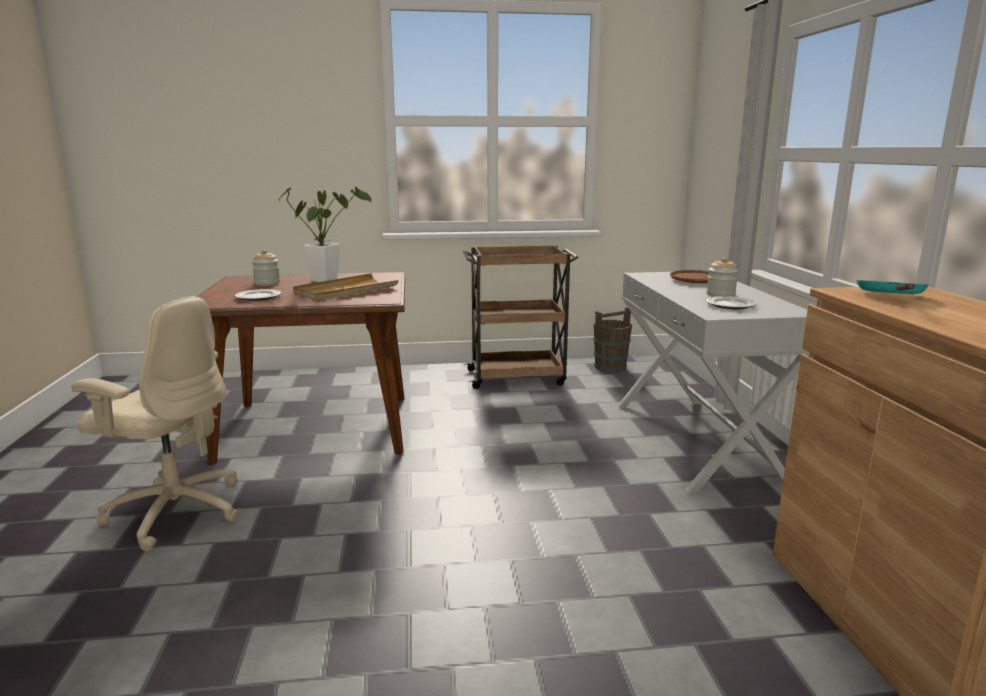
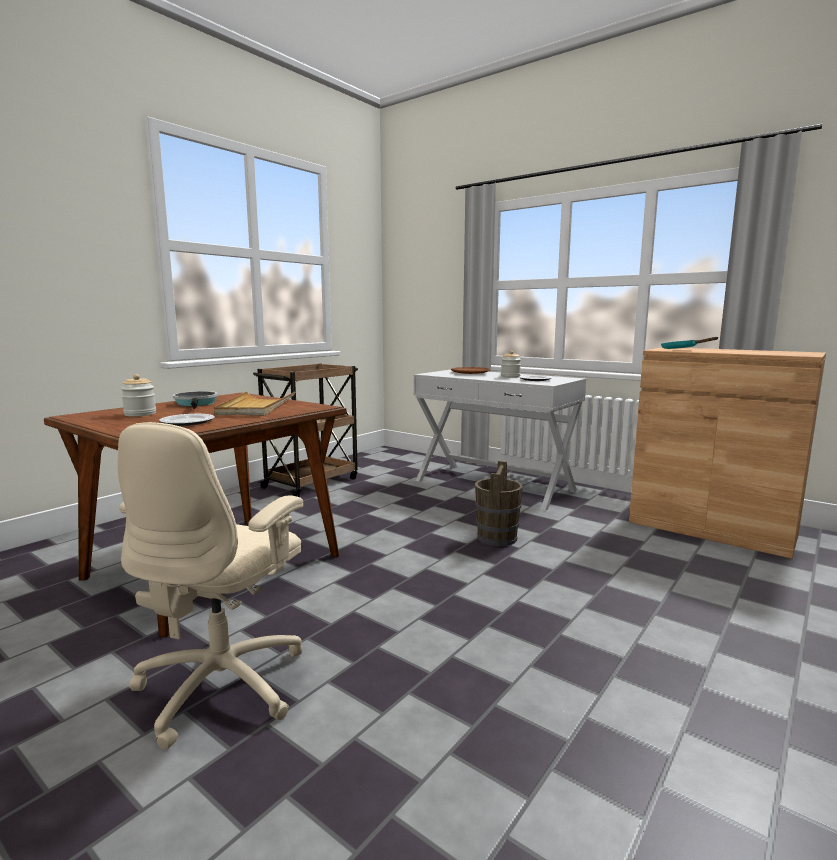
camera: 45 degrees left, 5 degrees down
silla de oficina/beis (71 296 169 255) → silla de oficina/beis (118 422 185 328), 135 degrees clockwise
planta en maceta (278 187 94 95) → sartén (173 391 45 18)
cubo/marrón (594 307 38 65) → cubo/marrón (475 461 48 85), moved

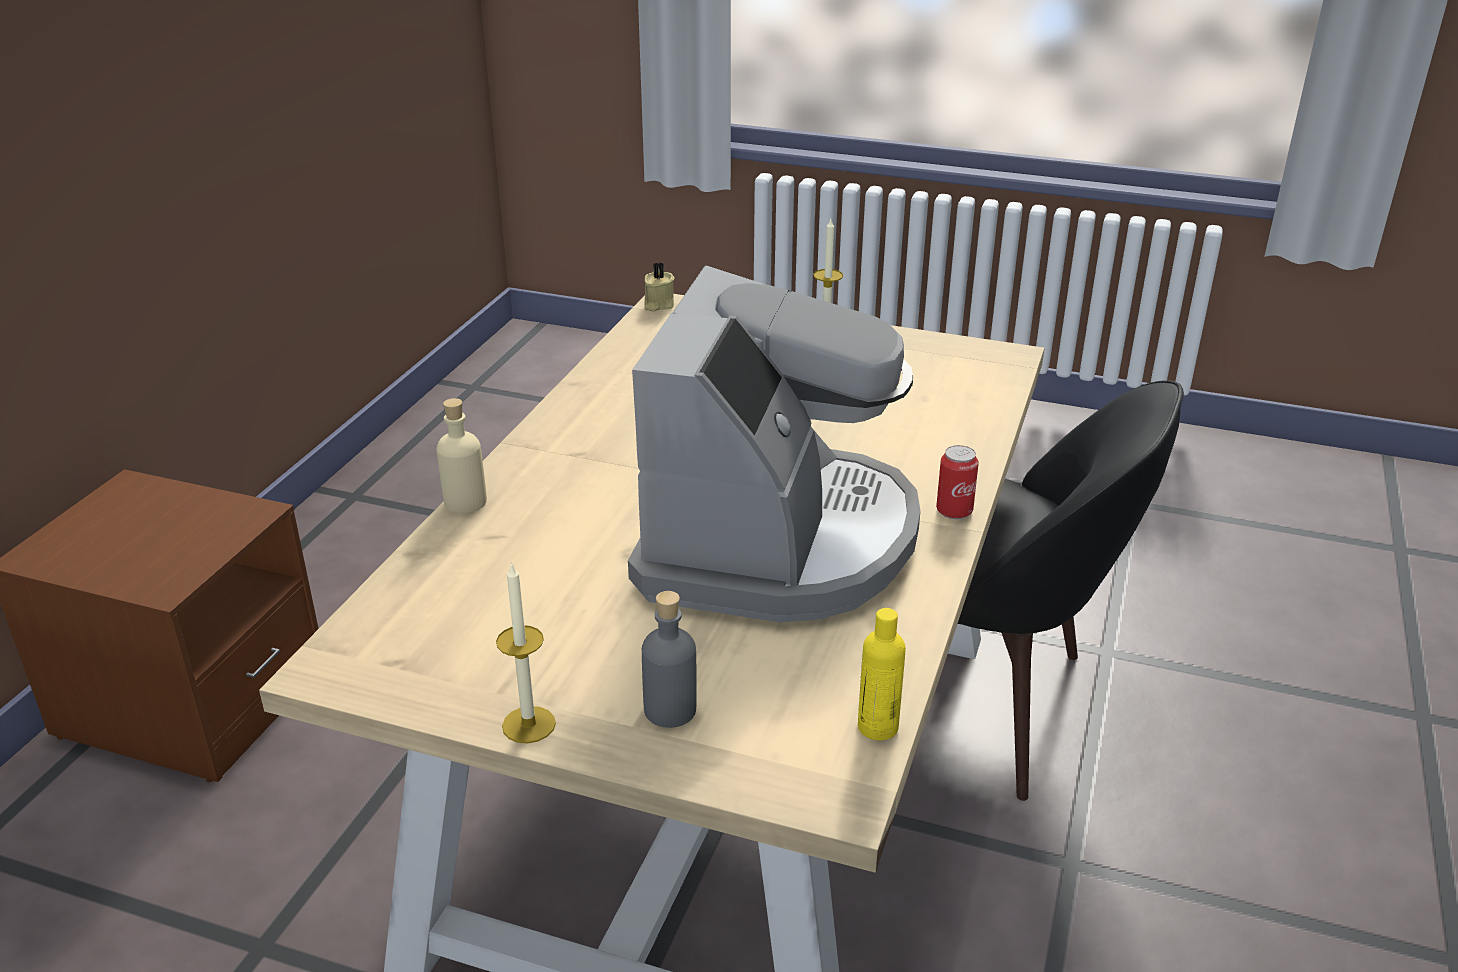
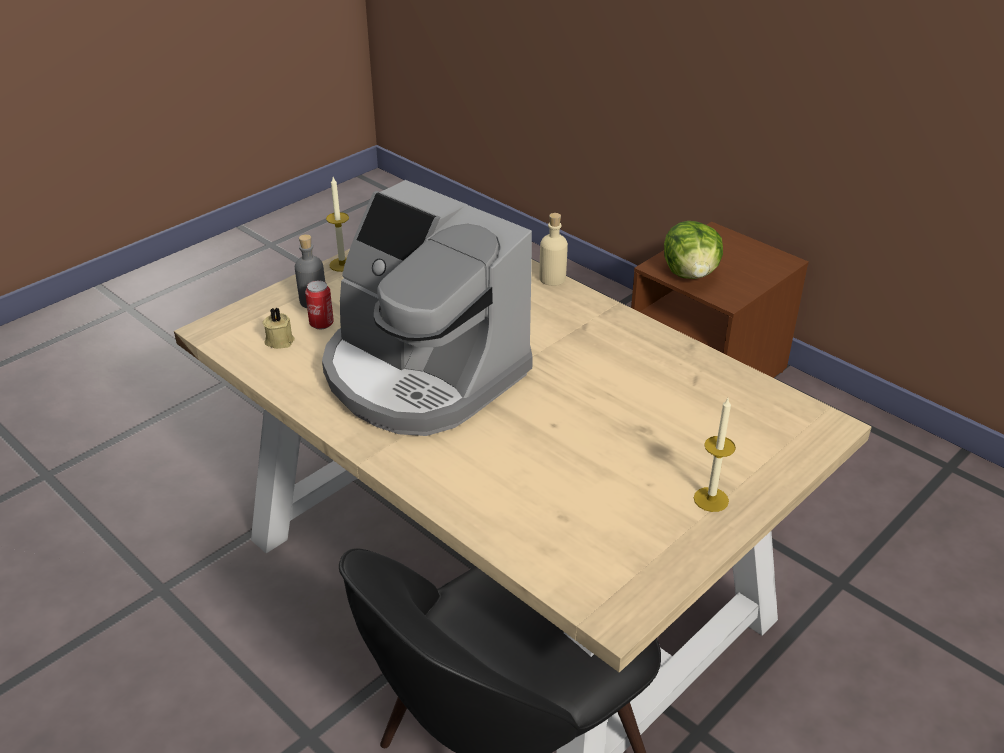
camera: 115 degrees right, 5 degrees up
vela/beis (645 263 30 49) → vela/beis (262 307 33 42), moved
lata (936 445 43 74) → lata (305 281 29 48), moved
- → lechuga (664 221 59 58)
botella/amarillo (858 608 48 132) → -

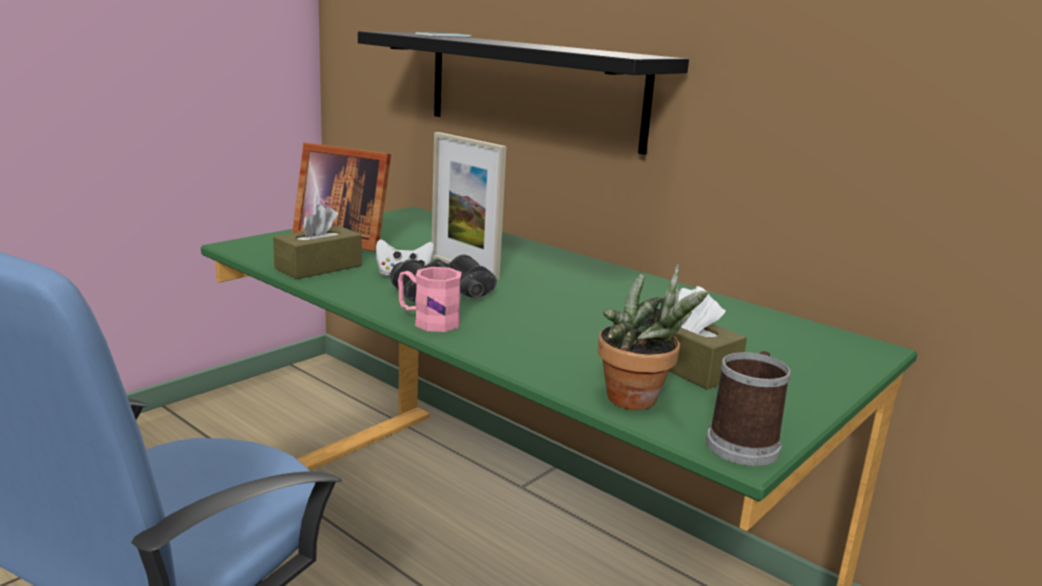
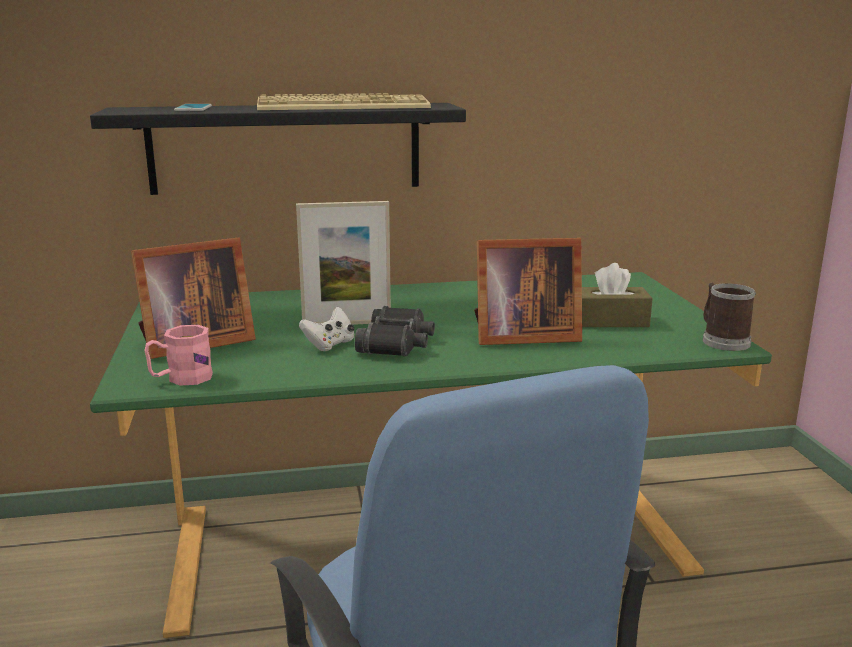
camera: 50 degrees left, 0 degrees up
taza grande/rosa (398 267 63 65) → taza grande/rosa (144 325 69 61), moved
- → teclado (257 93 174 17)
- → portarretratos (474 238 108 107)
caja de pañuelos/marrón (273 204 89 75) → -
planta en maceta (598 264 111 146) → -

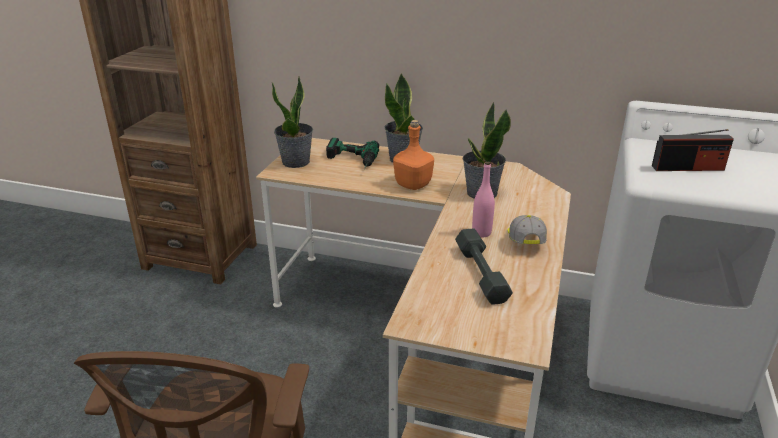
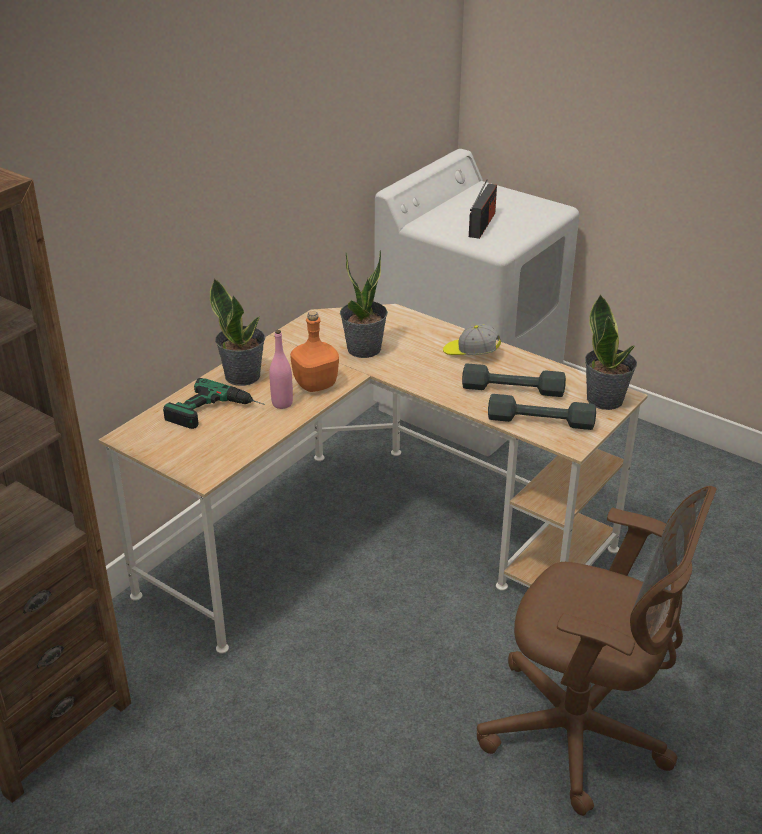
camera: 70 degrees left, 5 degrees up
botella/rosa (472 161 23 76) → botella/rosa (269 330 24 79), moved
- → mancuerna/gris (488 394 108 36)
planta en maceta (272 76 41 92) → planta en maceta (585 294 52 116), moved

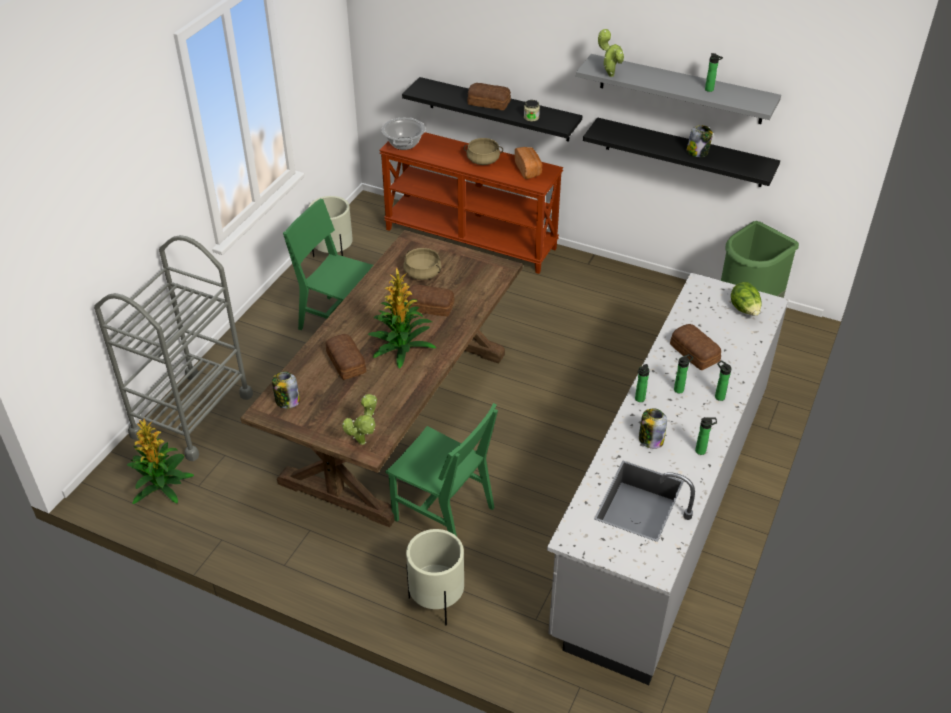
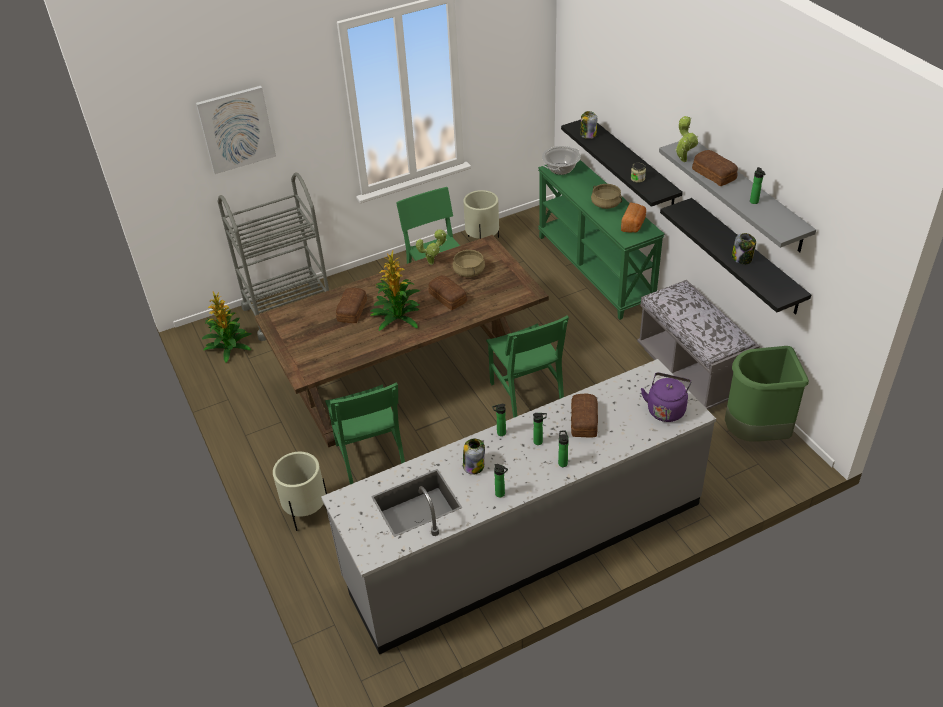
camera: 40 degrees right, 0 degrees up
- → cuadro (196 86 80 88)
planta en maceta (342 394 35 51) → planta en maceta (416 229 31 36), moved
- → silla/verde (486 315 83 103)
mesa consola/marrón (379 132 184 142) → mesa consola/verde (538 160 127 160)
tarro (272 372 28 36) → tarro (580 111 17 28), moved
- → banco/gris (637 280 123 130)
lechuga (731 282 31 34) → hervidor/morado (641 373 50 49)
pan (467 83 44 27) → pan (692 150 46 36), moved

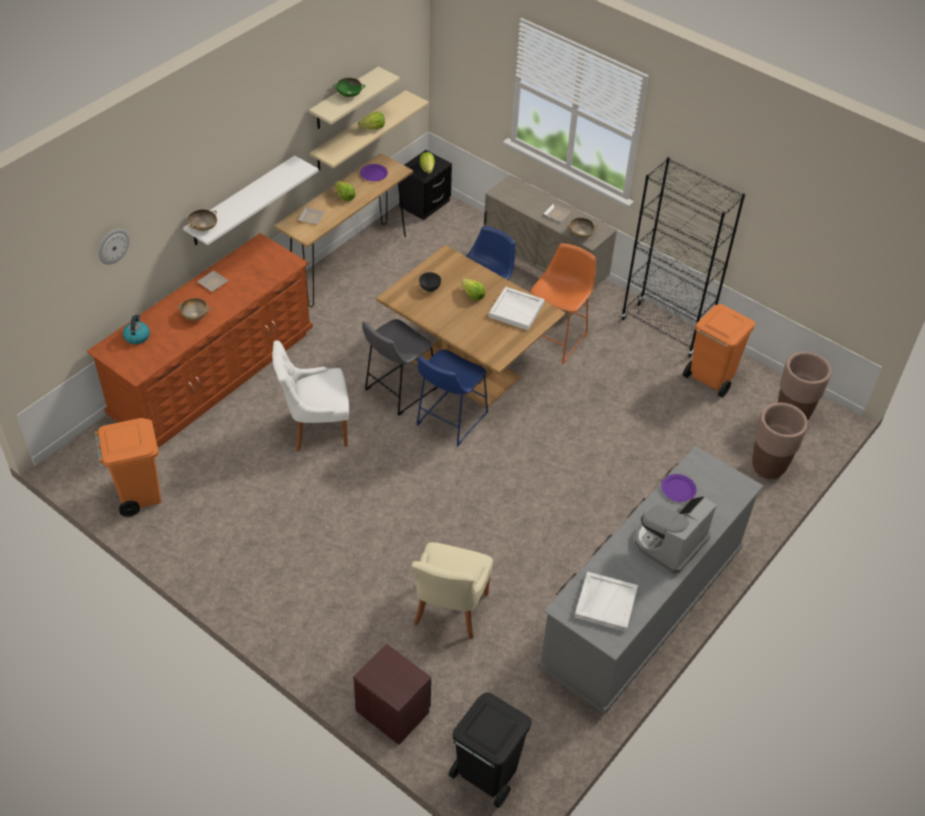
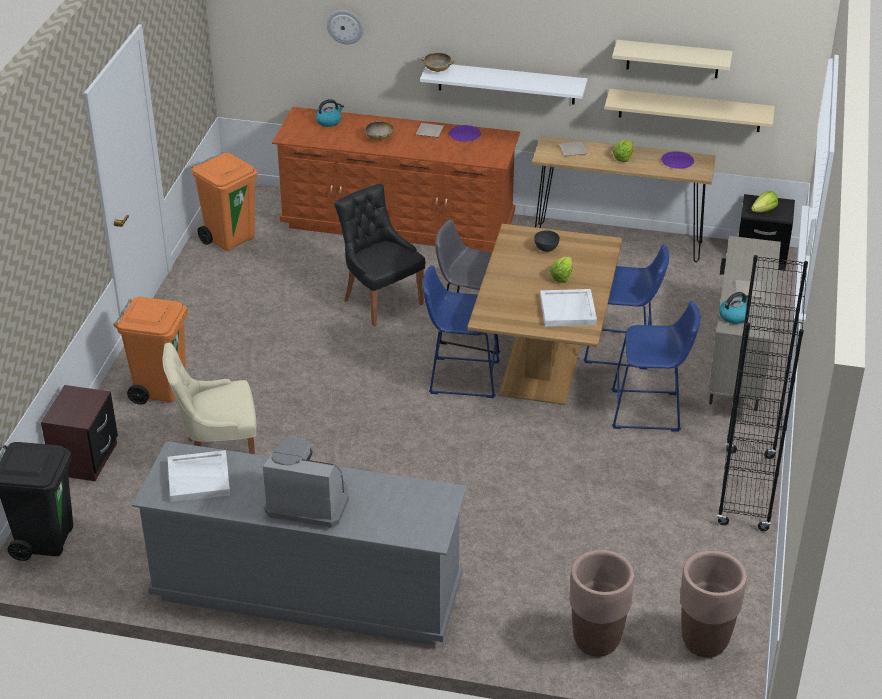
camera: 65 degrees right, 10 degrees down
papelera/naranja (683 304 72 94) → papelera/naranja (113 297 75 107), moved
silla/blanco (272 340 77 112) → silla/negro (334 183 91 144)
plato/morado (661 474 35 28) → plato/morado (449 125 32 17), moved
taburete/naranja (530 243 66 121) → taburete/azul (611 301 89 131)
cuenco/beis (566 218 32 20) → hervidor (719 292 33 32)
cuenco/verde (333 78 32 19) → -
lechuga (358 112 27 17) → -

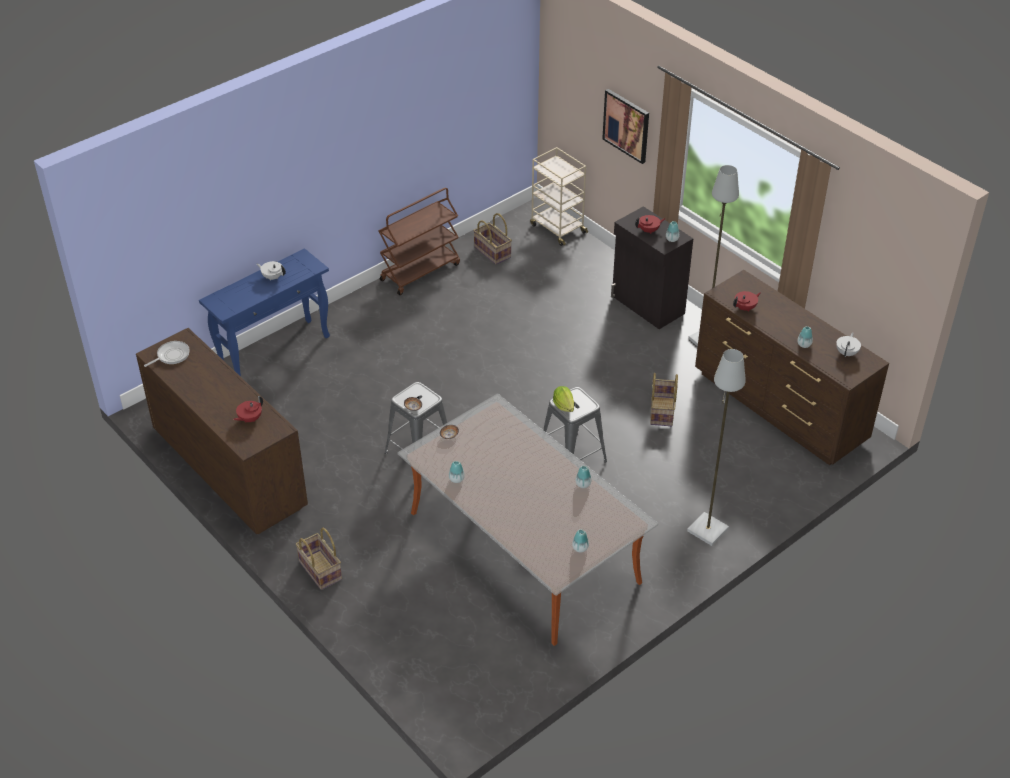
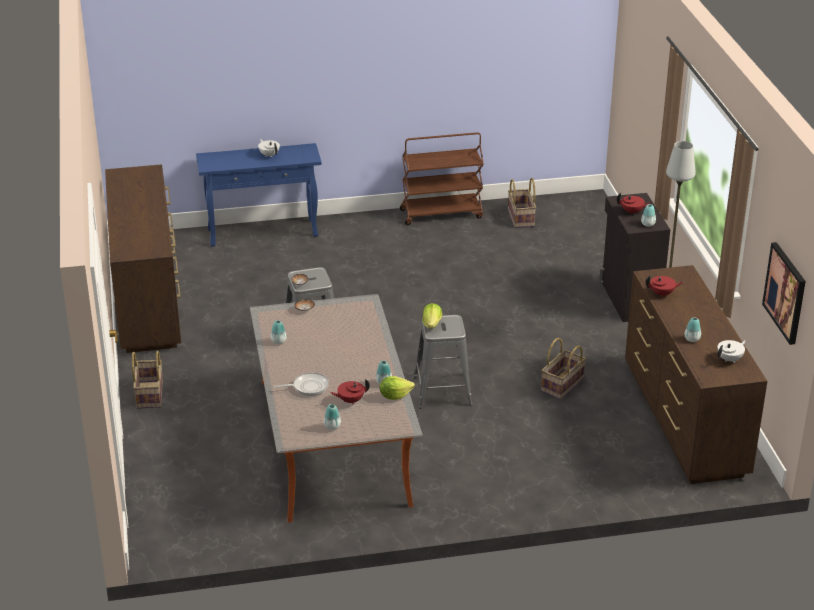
camera: 30 degrees right, 10 degrees down
sartén (144 341 46 26) → sartén (274 372 55 24), moved
tetera/rojo (233 396 30 27) → tetera/rojo (331 379 39 25), moved
- → lechuga (380 376 35 24)
cuadro (602 89 47 75) → cuadro (762 242 44 103), moved
carrito/beis (530 147 58 99) → -
lámpara de pie/gris (687 349 59 197) → -

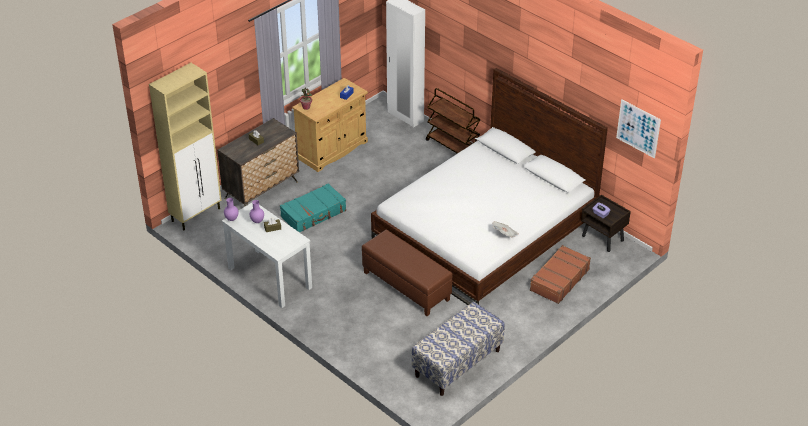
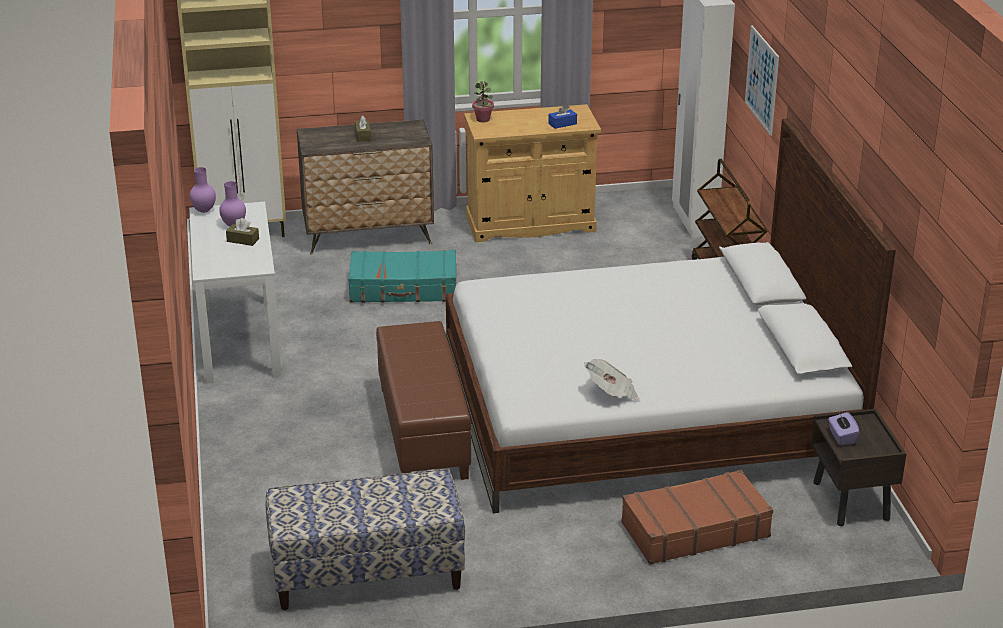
camera: 35 degrees right, 10 degrees down
cuadro (616 99 45 59) → cuadro (745 26 34 110), moved

